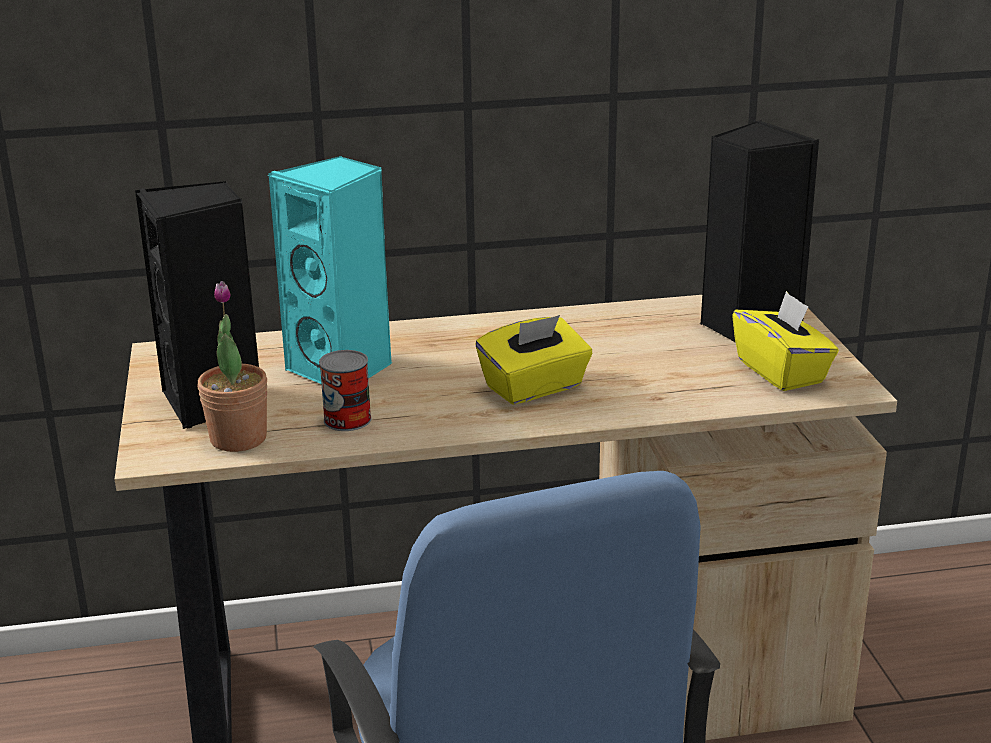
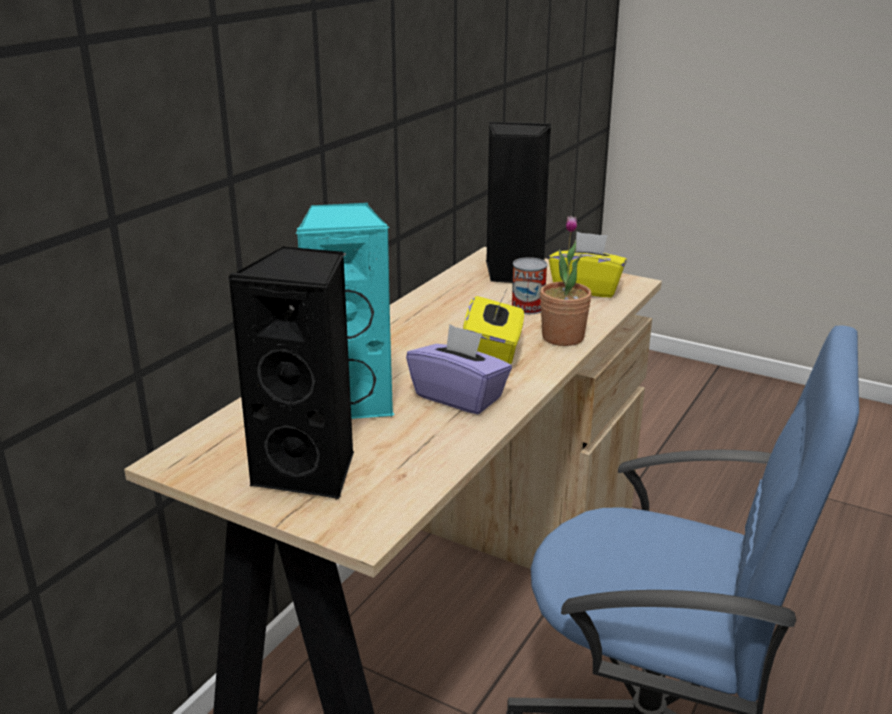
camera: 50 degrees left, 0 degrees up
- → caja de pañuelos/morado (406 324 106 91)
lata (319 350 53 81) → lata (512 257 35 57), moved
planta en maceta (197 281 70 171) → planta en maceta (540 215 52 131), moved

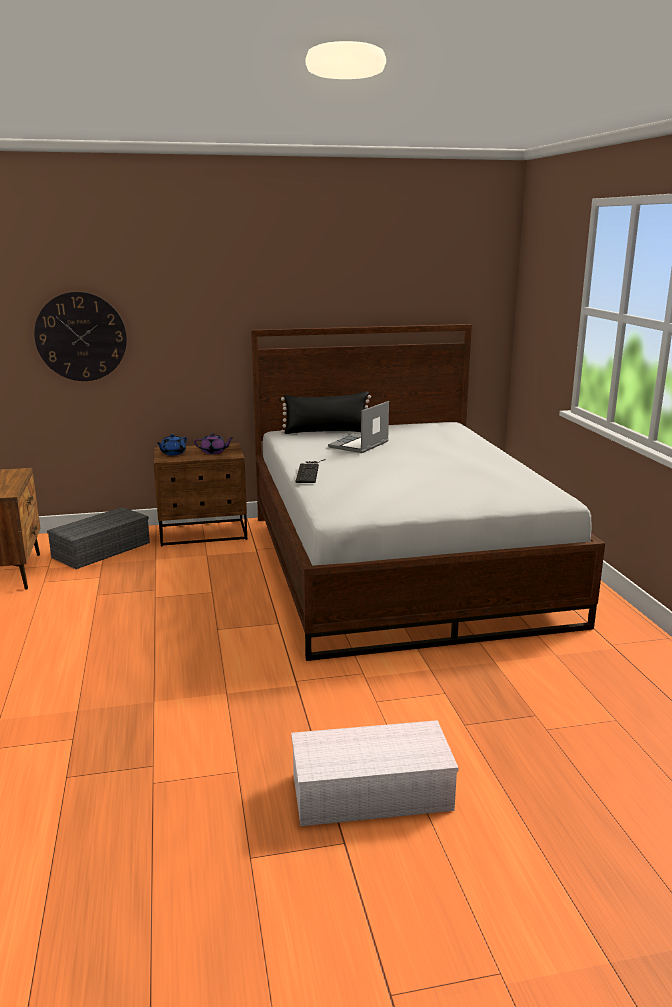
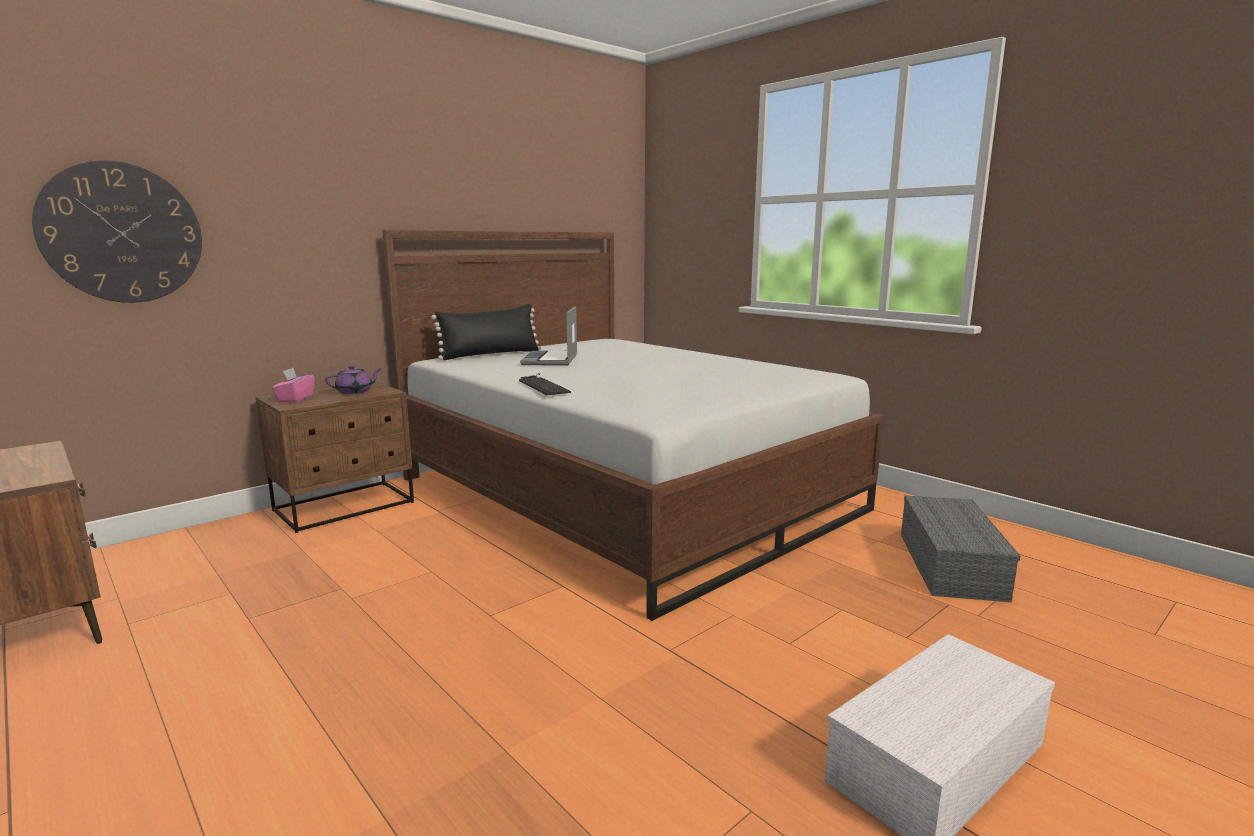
camera: 30 degrees left, 5 degrees down
tetera/azul (157 434 30 21) → caja de pañuelos/rosa (272 368 43 34)
caja de almacenaje/gris (47 507 103 62) → caja de almacenaje/gris (901 495 119 107), moved

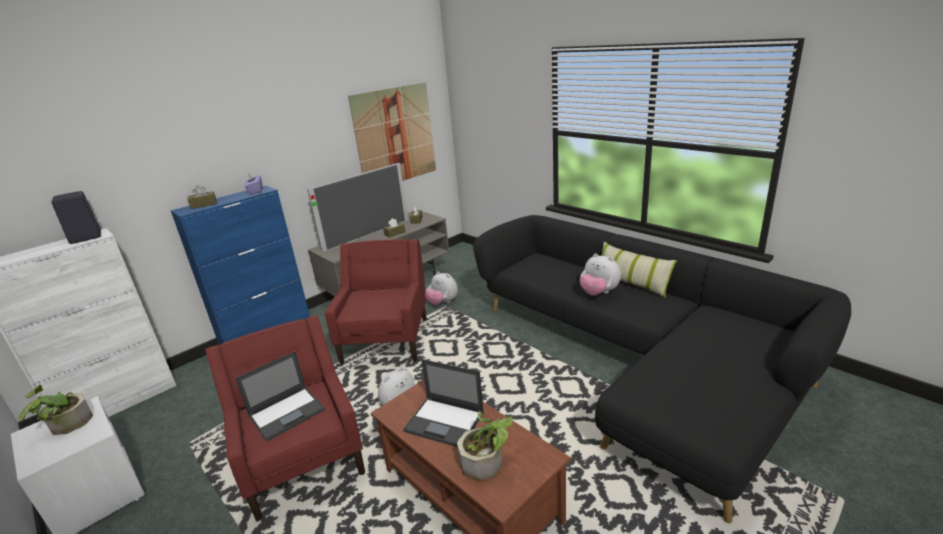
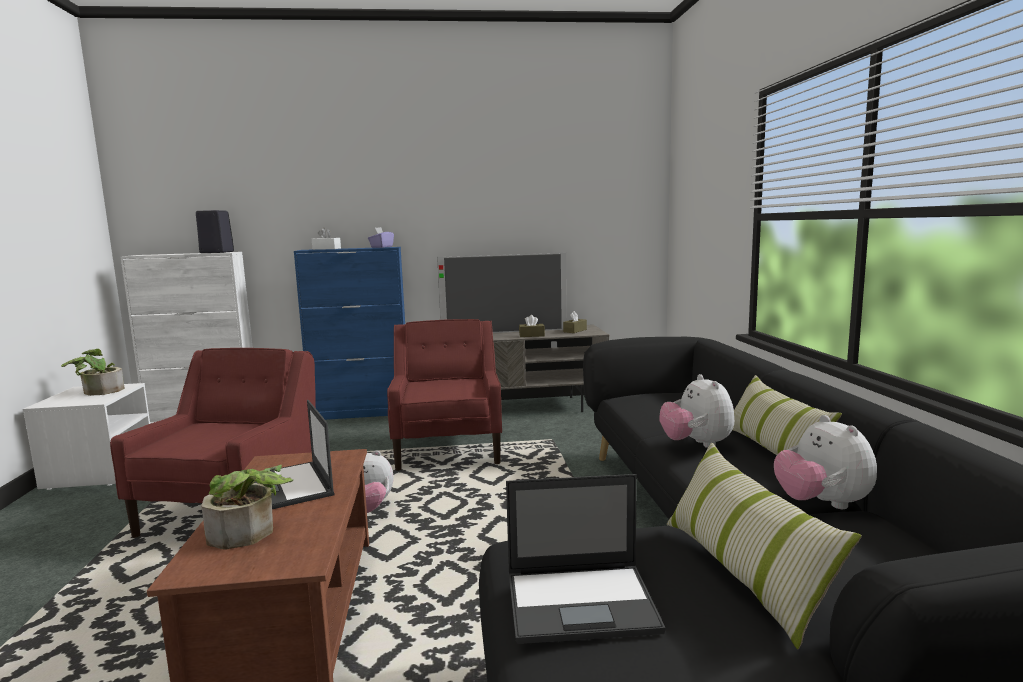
camera: 35 degrees right, 15 degrees down
caja de pañuelos/marrón (187 185 30 24) → caja de pañuelos/blanco (312 228 29 22)
sillón/rojo (325 239 102 126) → sillón/rojo (387 319 115 152), 45 degrees counterclockwise
portátil (235 351 90 91) → portátil (506 474 160 170), moved
- → cojín (667 443 195 206)
peluche (425 272 33 33) → peluche (774 415 103 94), moved
cuadro (348 82 88 99) → -

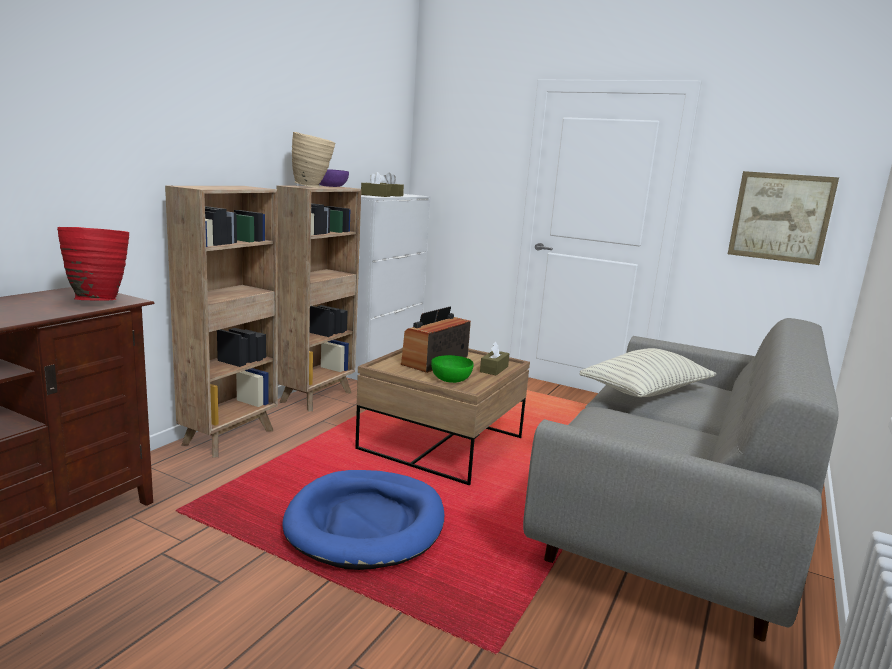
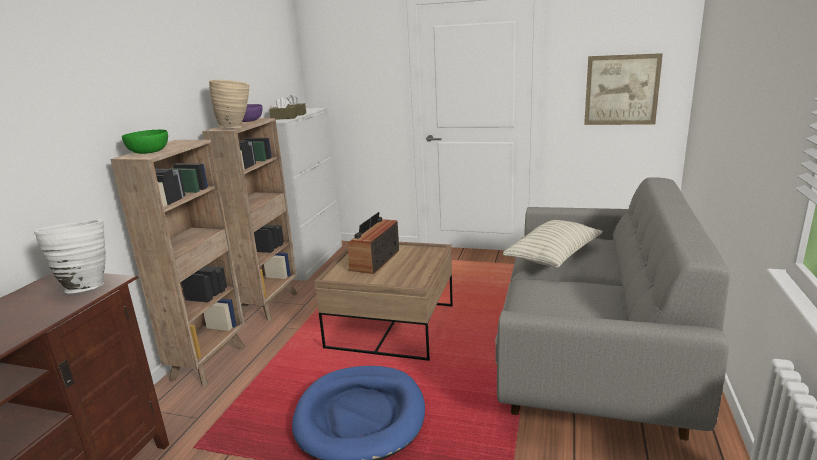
camera: 10 degrees left, 5 degrees up
florero/rojo (57 227 72 74) → florero/blanco (34 219 72 74)
cuenco/verde (431 355 43 28) → cuenco/verde (122 130 46 24), moved
caja de pañuelos/marrón (480 342 29 34) → -

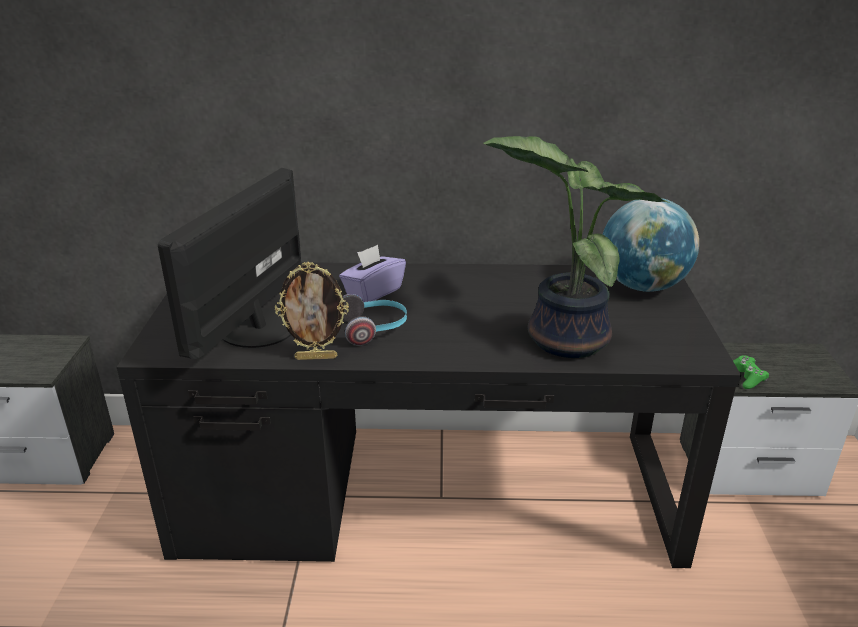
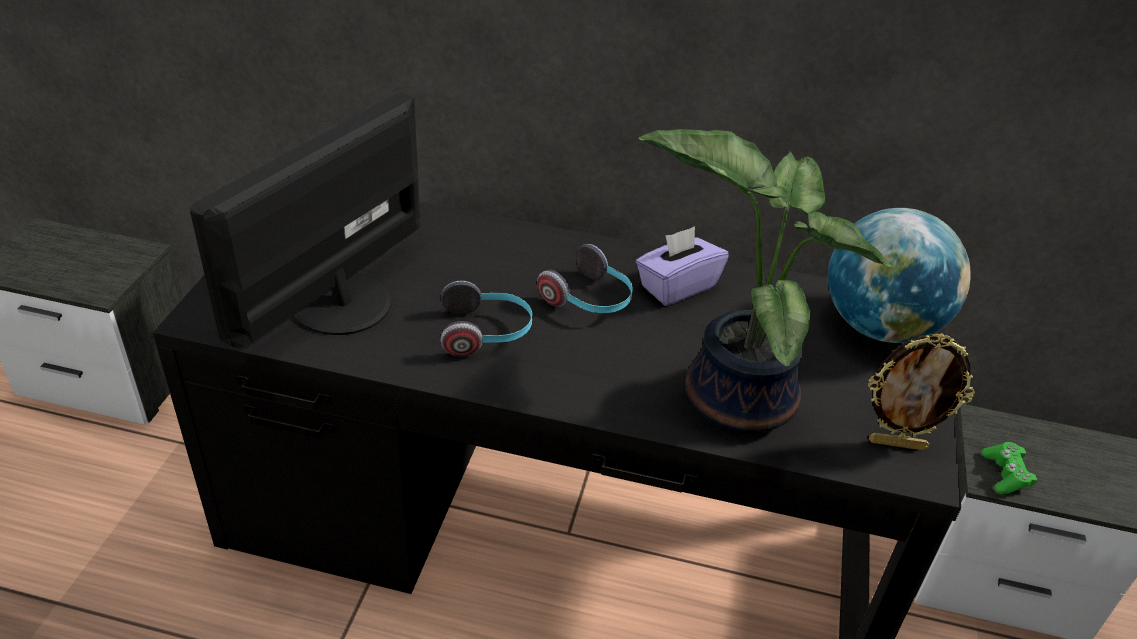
camera: 10 degrees right, 10 degrees up
- → auriculares (537 244 96 69)
caja de pañuelos/morado (339 245 67 57) → caja de pañuelos/morado (636 226 93 80), moved
portarretratos (275 262 74 98) → portarretratos (868 333 107 118), moved

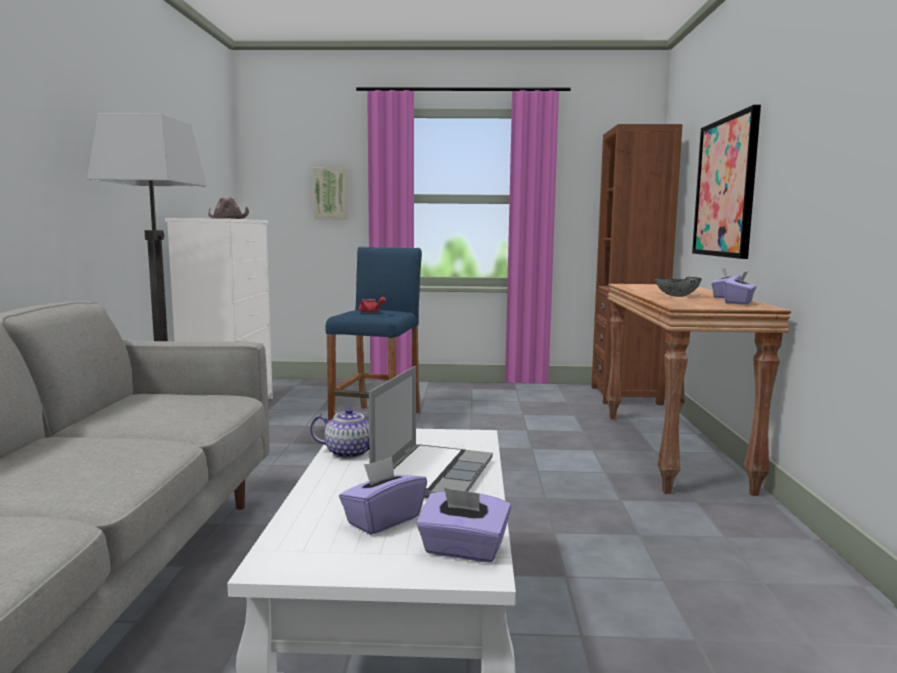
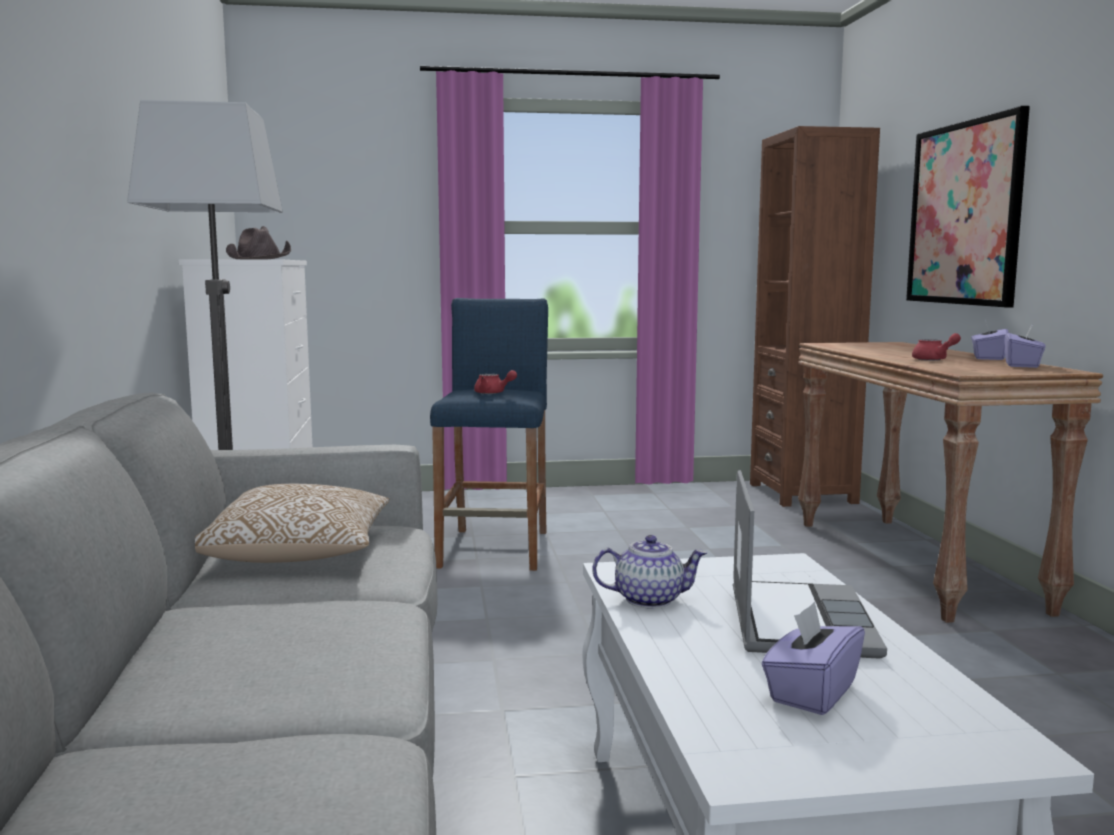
camera: 10 degrees left, 0 degrees up
- → cojín (195 484 194 79)
cuenco/gris (655 277 47 20) → tetera/rojo (912 333 49 28)
cuadro (313 168 35 52) → -
caja de pañuelos/morado (416 488 95 75) → -

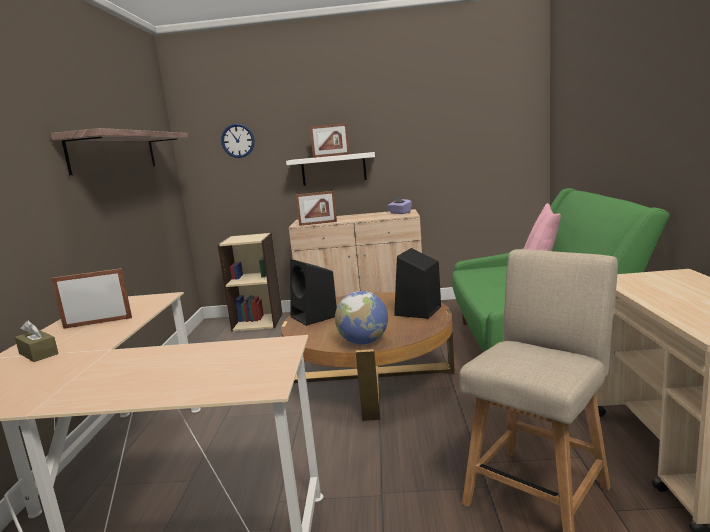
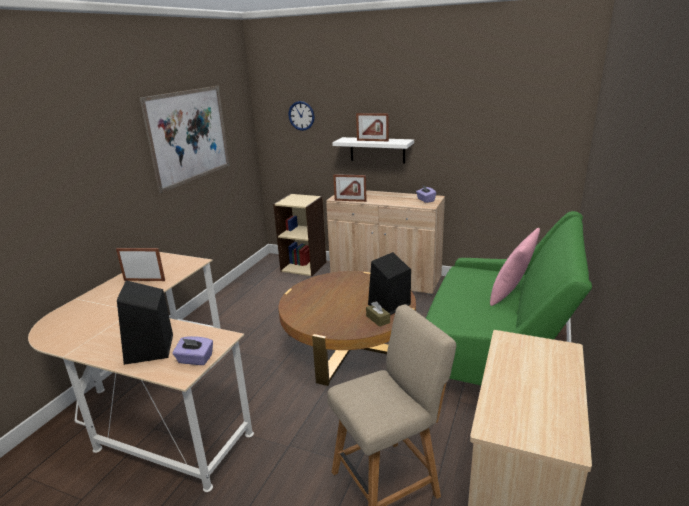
camera: 20 degrees right, 10 degrees up
altavoz/negro (290 259 47 67) → altavoz/negro (117 280 56 85), moved
estante (50 128 138 47) → cuadro (140 86 90 107)
- → caja de pañuelos/morado (172 336 41 29)
caja de pañuelos/marrón (15 320 43 42) → caja de pañuelos/marrón (366 301 24 26), moved
globo terráqueo (335 291 53 54) → -

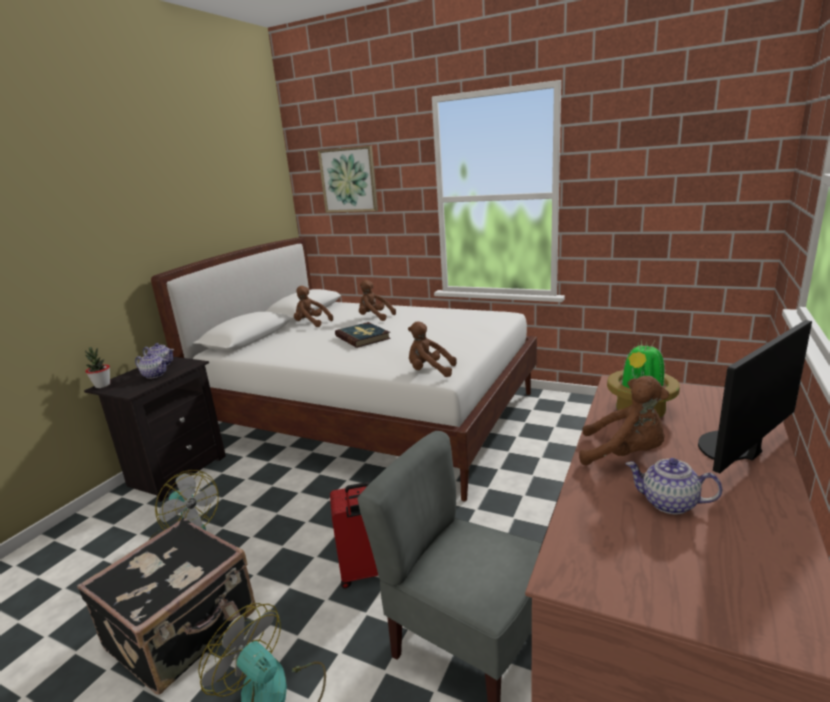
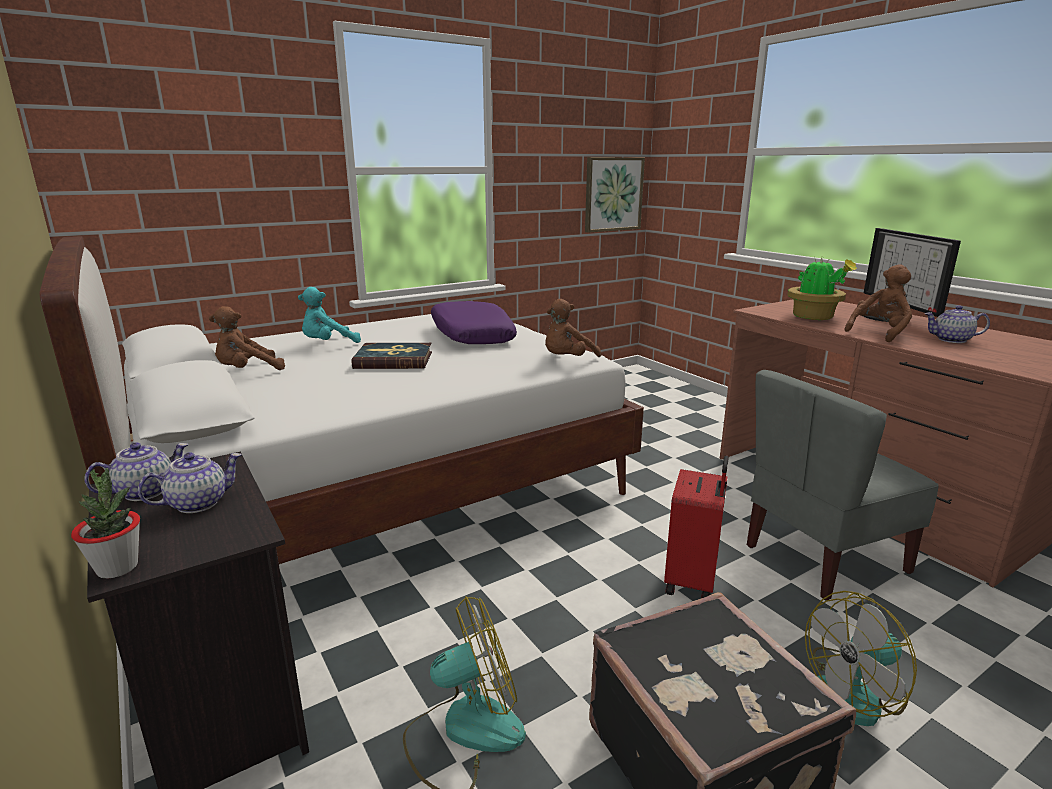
camera: 60 degrees left, 0 degrees up
peluche/marrón (359 280 37 41) → peluche/turquesa (298 287 63 56)
- → cojín/morado (431 301 86 43)
cuadro (318 146 60 67) → cuadro (585 157 60 76), moved
tetera (626 458 96 56) → tetera (924 305 66 38), 45 degrees clockwise

